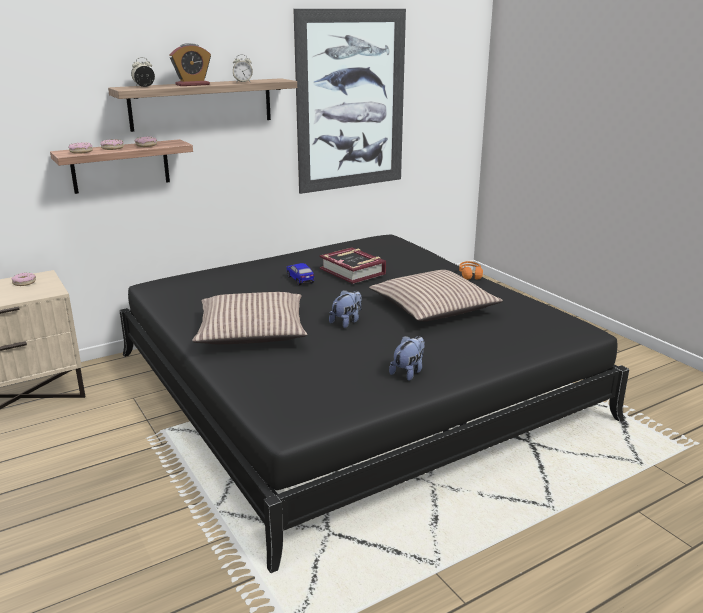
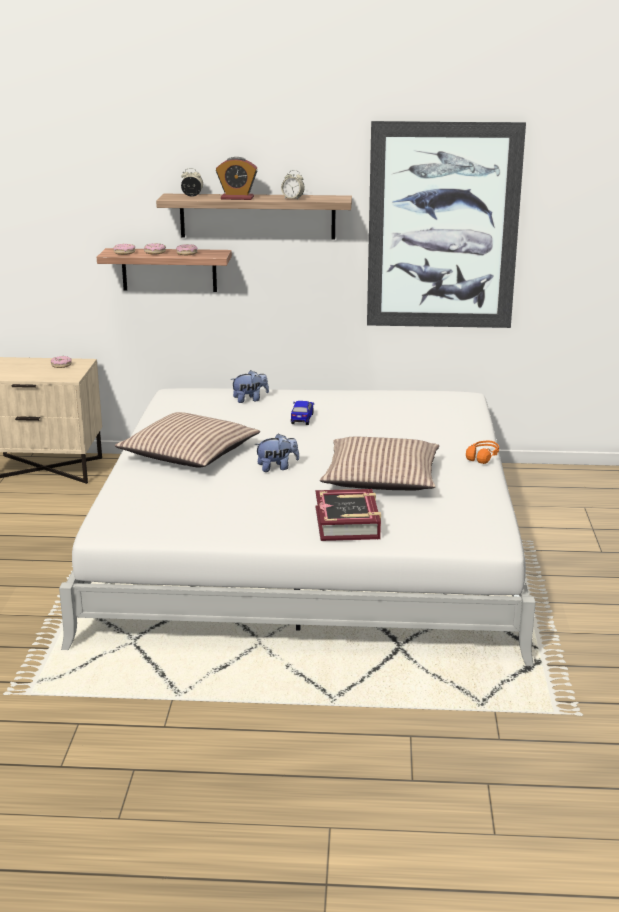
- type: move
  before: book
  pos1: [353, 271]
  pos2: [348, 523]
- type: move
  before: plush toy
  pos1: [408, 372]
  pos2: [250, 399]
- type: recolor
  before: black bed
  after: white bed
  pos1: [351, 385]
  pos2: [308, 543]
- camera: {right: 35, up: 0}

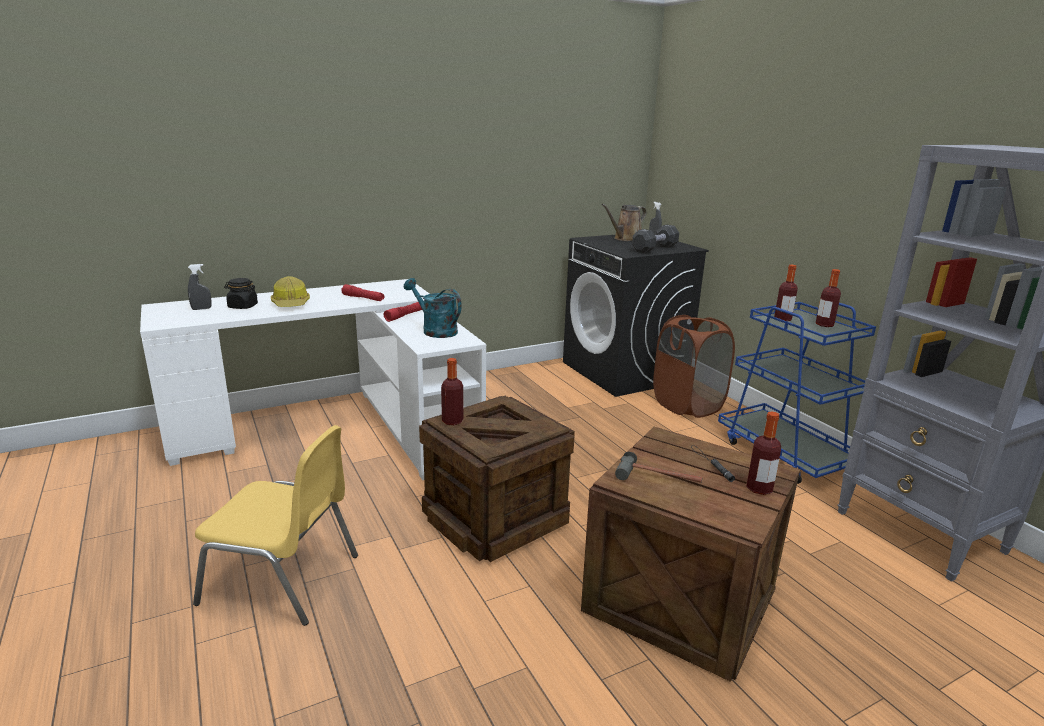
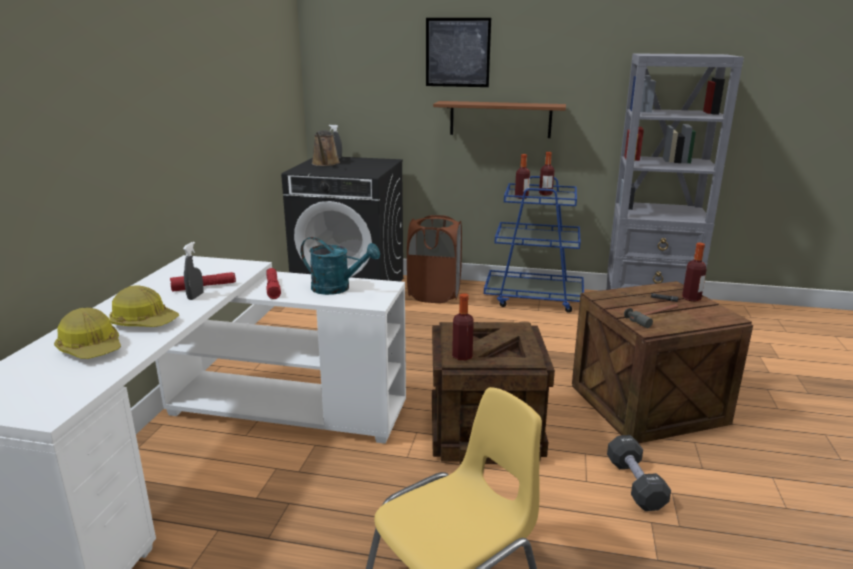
- type: insert
  after: picture
  pos2: [457, 52]
- type: insert
  after: brown shelf
  pos2: [500, 119]
- type: move
  before: grey spray bottle
  pos1: [201, 309]
  pos2: [195, 296]
- type: move
  before: black dumbbell
  pos1: [654, 249]
  pos2: [635, 484]
- type: replace
  before: black jar
  after: hard hat
  pos1: [242, 306]
  pos2: [91, 348]
- type: rotate
  before: turquoise watering can
  pos1: [435, 330]
  pos2: [337, 288]
  turn: -150
- camera: {right: -50, up: 0}

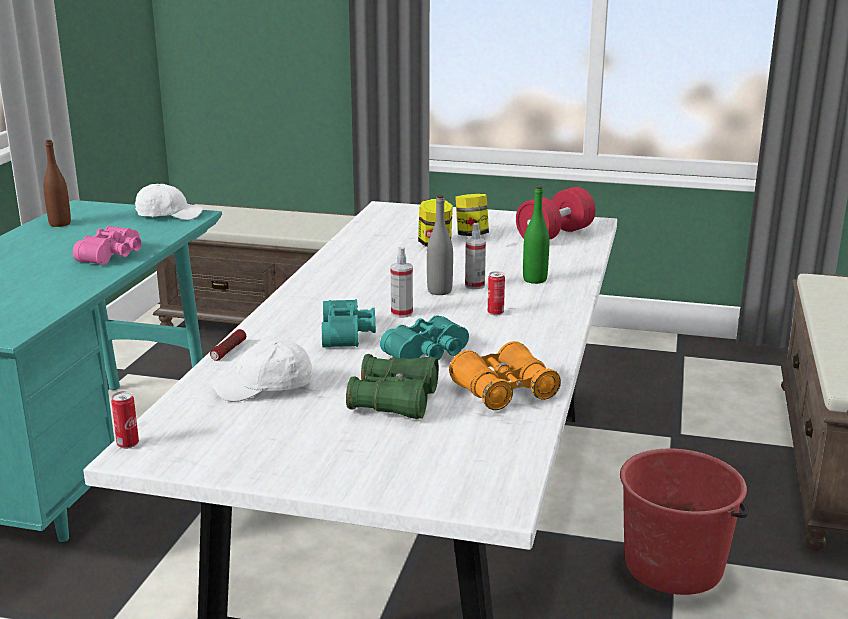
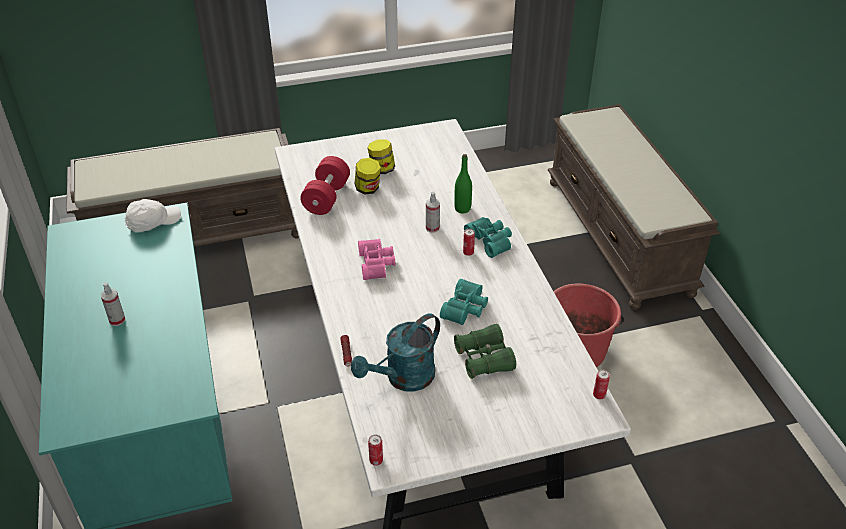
- type: delete
  before: brown bottle
  pos1: [60, 224]
- type: delete
  before: grey bottle
  pos1: [439, 291]
- type: delete
  before: orange binoculars
  pos1: [504, 392]
- type: insert
  after: can
  pos2: [599, 395]
- type: move
  before: pink binoculars
  pos1: [114, 256]
  pos2: [377, 264]
- type: move
  before: turquoise binoculars
  pos1: [349, 334]
  pos2: [491, 241]
- type: move
  before: spray bottle
  pos1: [402, 313]
  pos2: [117, 320]
- type: move
  before: red dumbbell
  pos1: [554, 235]
  pos2: [326, 198]
- type: replace
  before: white cap
  after: turquoise watering can
  pos1: [265, 388]
  pos2: [403, 379]
- camera: {right: -30, up: 20}

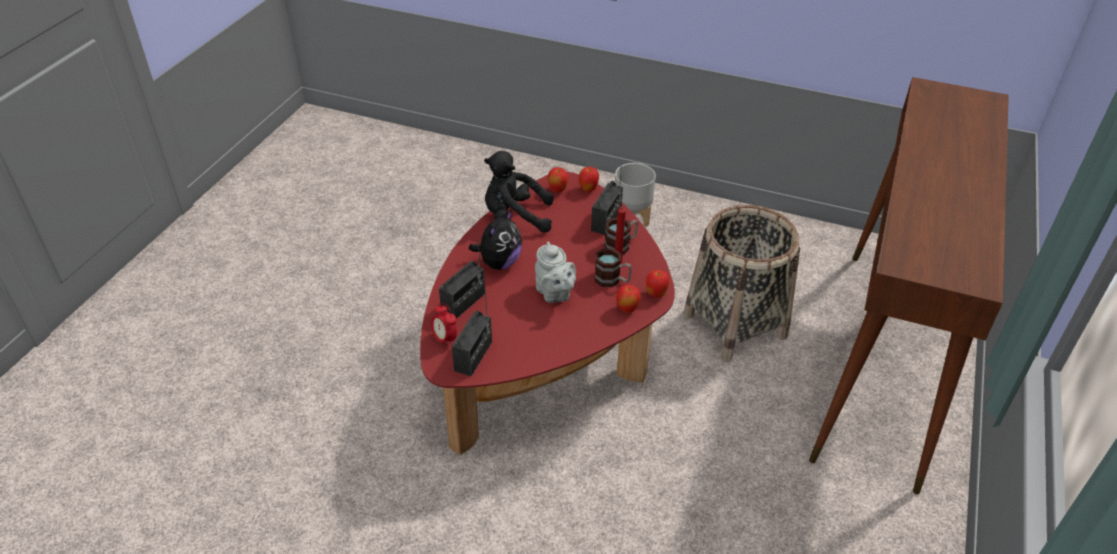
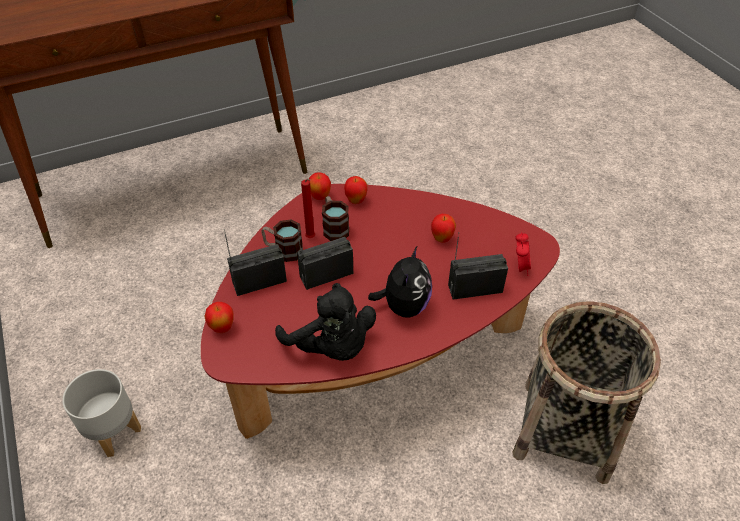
- type: delete
  before: grey teapot
  pos1: [554, 294]
- type: move
  before: radio
  pos1: [473, 356]
  pos2: [326, 275]
- type: move
  before: apple
  pos1: [557, 190]
  pos2: [442, 239]
- type: move
  before: basket
  pos1: [735, 325]
  pos2: [565, 430]
- type: rotate
  before: plush toy
  pos1: [499, 263]
  pos2: [403, 306]
  turn: 120
- camera: {right: -135, up: 5}

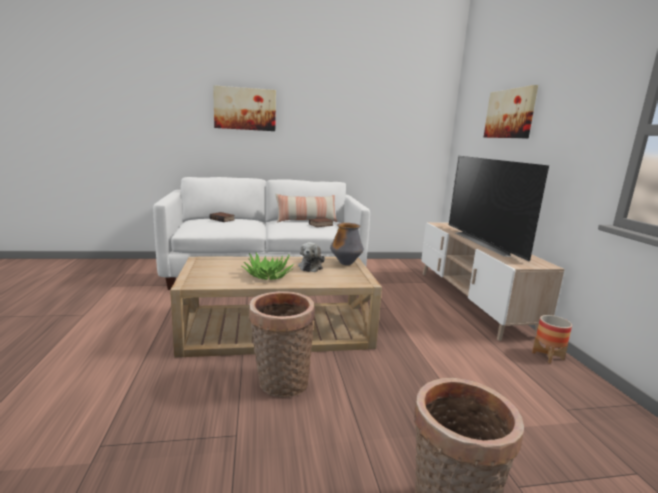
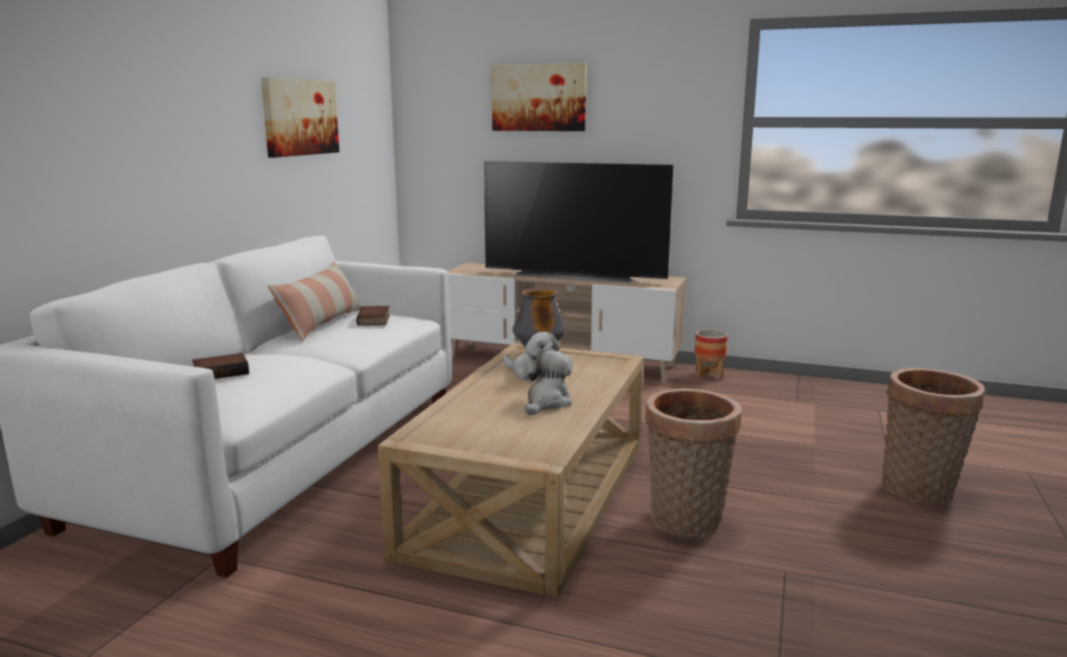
- type: move
  before: picture
  pos1: [245, 109]
  pos2: [300, 117]
- type: replace
  before: potted plant
  after: plush toy
  pos1: [268, 275]
  pos2: [547, 403]
- camera: {right: -60, up: 0}

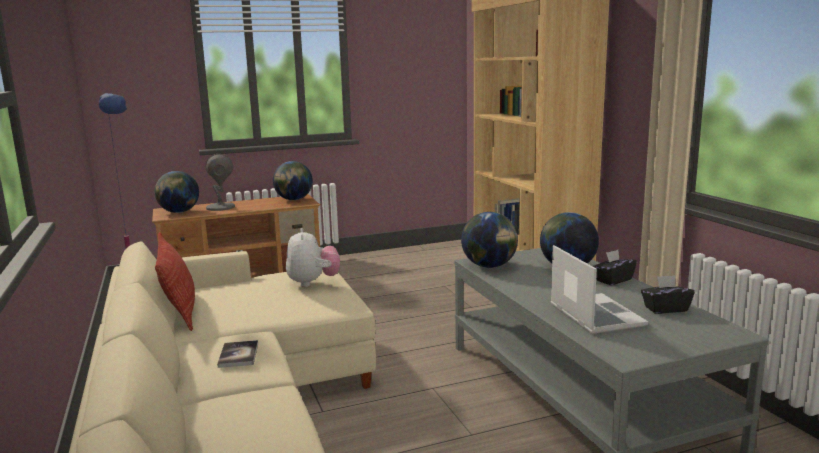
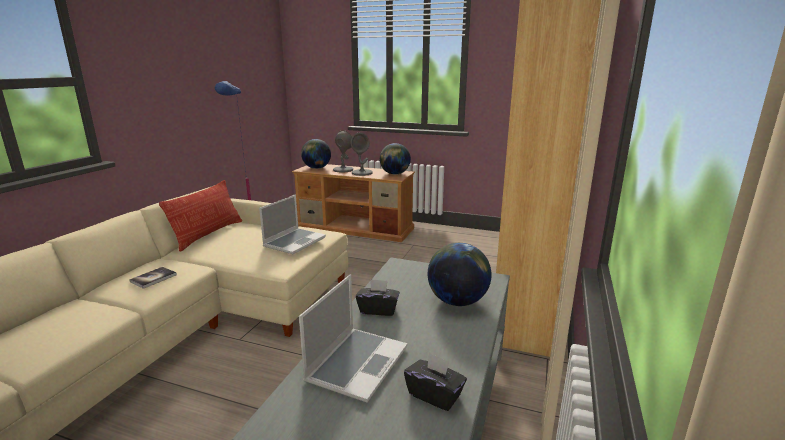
- type: delete
  before: globe
  pos1: [489, 266]
- type: insert
  after: grey table lamp
  pos2: [362, 173]
- type: move
  before: black tissue box
  pos1: [613, 280]
  pos2: [378, 310]
- type: replace
  before: plush toy
  after: laptop
  pos1: [313, 283]
  pos2: [294, 242]
- camera: {right: 40, up: 5}

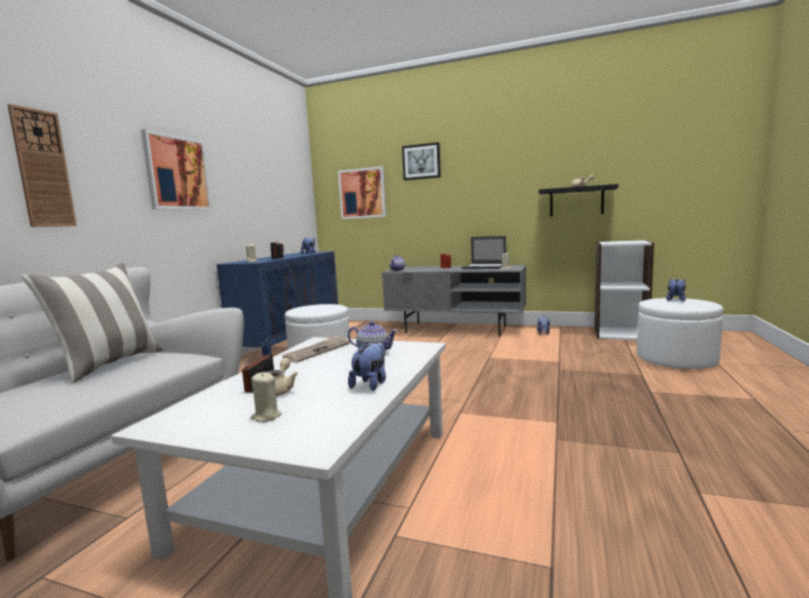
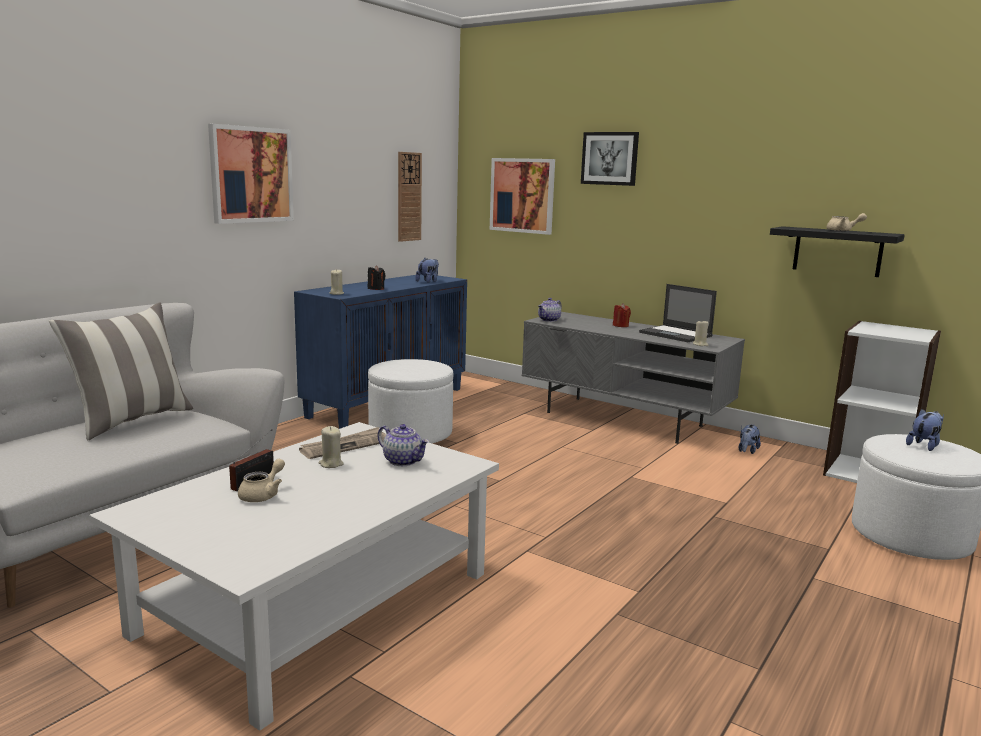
- type: delete
  before: plush toy
  pos1: [371, 384]
- type: move
  before: wall clock
  pos1: [43, 169]
  pos2: [409, 197]
- type: move
  before: beige candle
  pos1: [266, 417]
  pos2: [331, 464]
- camera: {right: 15, up: 5}

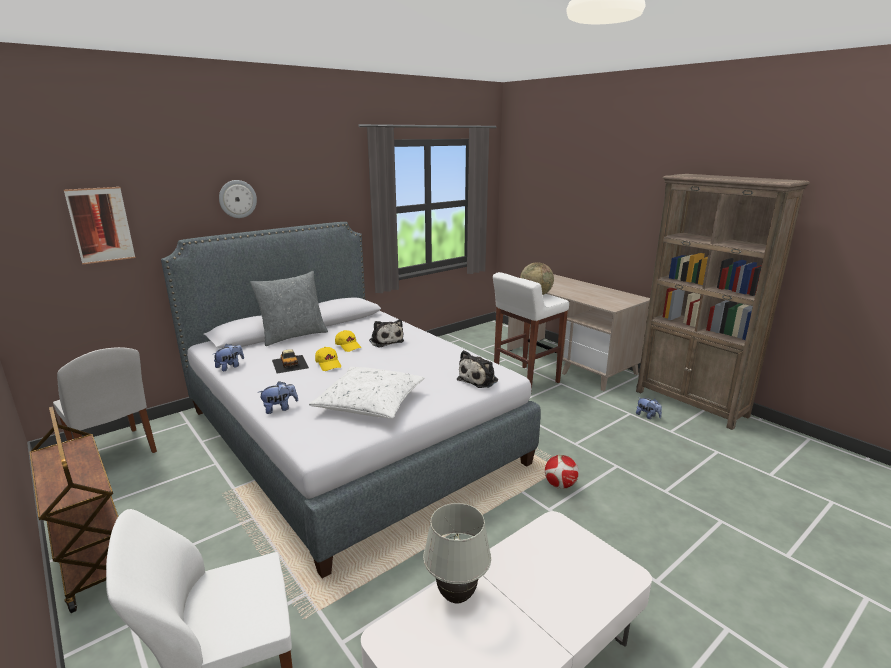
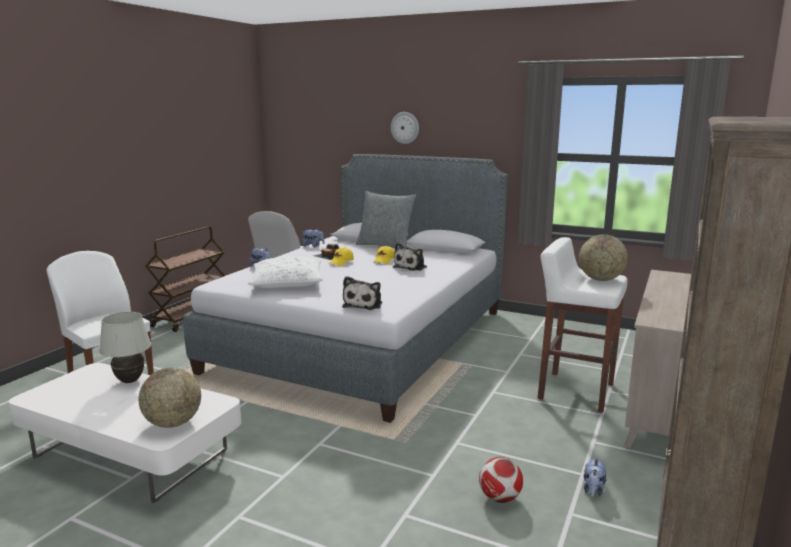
- type: delete
  before: picture
  pos1: [101, 225]
- type: insert
  after: globe
  pos2: [173, 423]
- type: move
  before: football
  pos1: [560, 485]
  pos2: [499, 498]
- type: rotate
  before: plush toy
  pos1: [479, 379]
  pos2: [364, 304]
  turn: -90
- camera: {right: 65, up: -5}

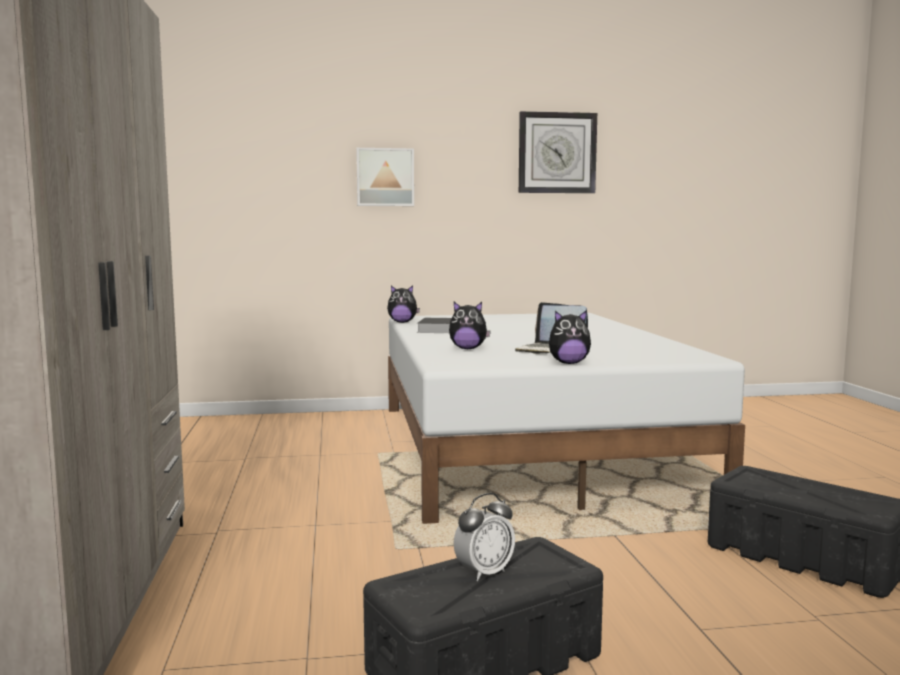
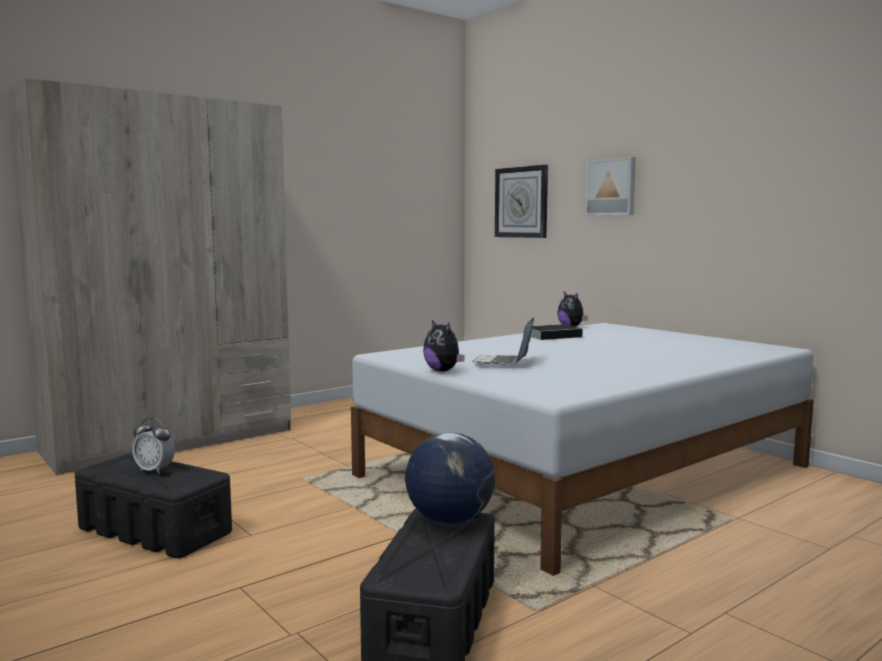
- type: delete
  before: plush toy
  pos1: [468, 349]
- type: insert
  after: globe
  pos2: [450, 520]
- type: move
  before: wall clock
  pos1: [557, 153]
  pos2: [521, 202]
- camera: {right: 60, up: 0}

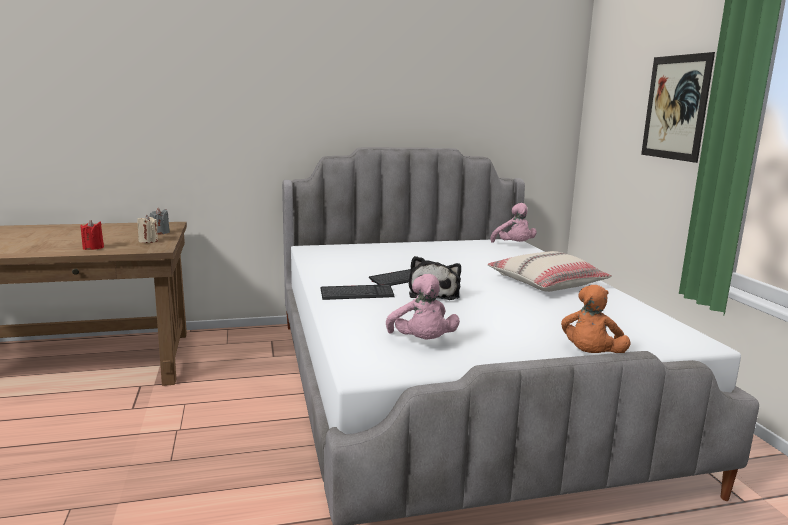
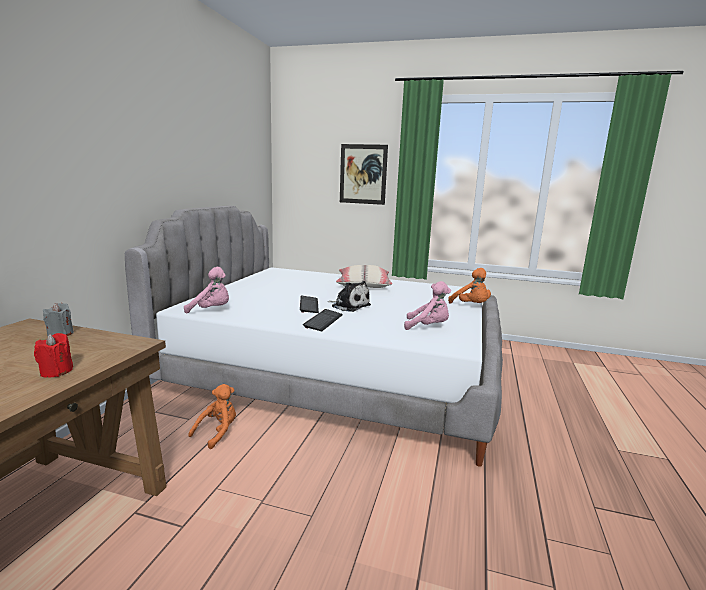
- type: delete
  before: beige candle
  pos1: [148, 241]
- type: insert
  after: orange plush toy
  pos2: [217, 432]
- type: move
  before: pink plush toy
  pos1: [514, 245]
  pos2: [212, 310]
- camera: {right: -60, up: 0}

